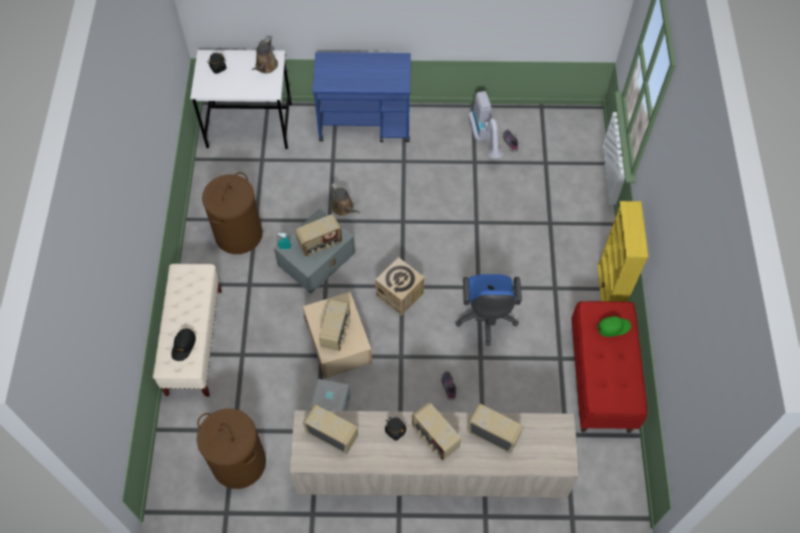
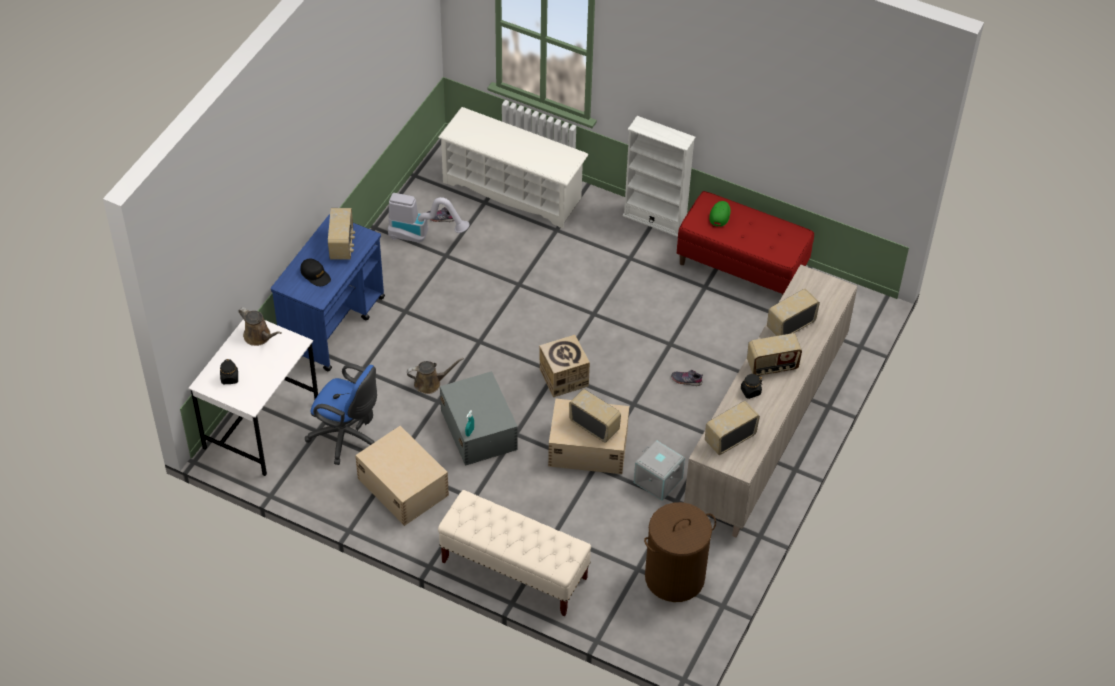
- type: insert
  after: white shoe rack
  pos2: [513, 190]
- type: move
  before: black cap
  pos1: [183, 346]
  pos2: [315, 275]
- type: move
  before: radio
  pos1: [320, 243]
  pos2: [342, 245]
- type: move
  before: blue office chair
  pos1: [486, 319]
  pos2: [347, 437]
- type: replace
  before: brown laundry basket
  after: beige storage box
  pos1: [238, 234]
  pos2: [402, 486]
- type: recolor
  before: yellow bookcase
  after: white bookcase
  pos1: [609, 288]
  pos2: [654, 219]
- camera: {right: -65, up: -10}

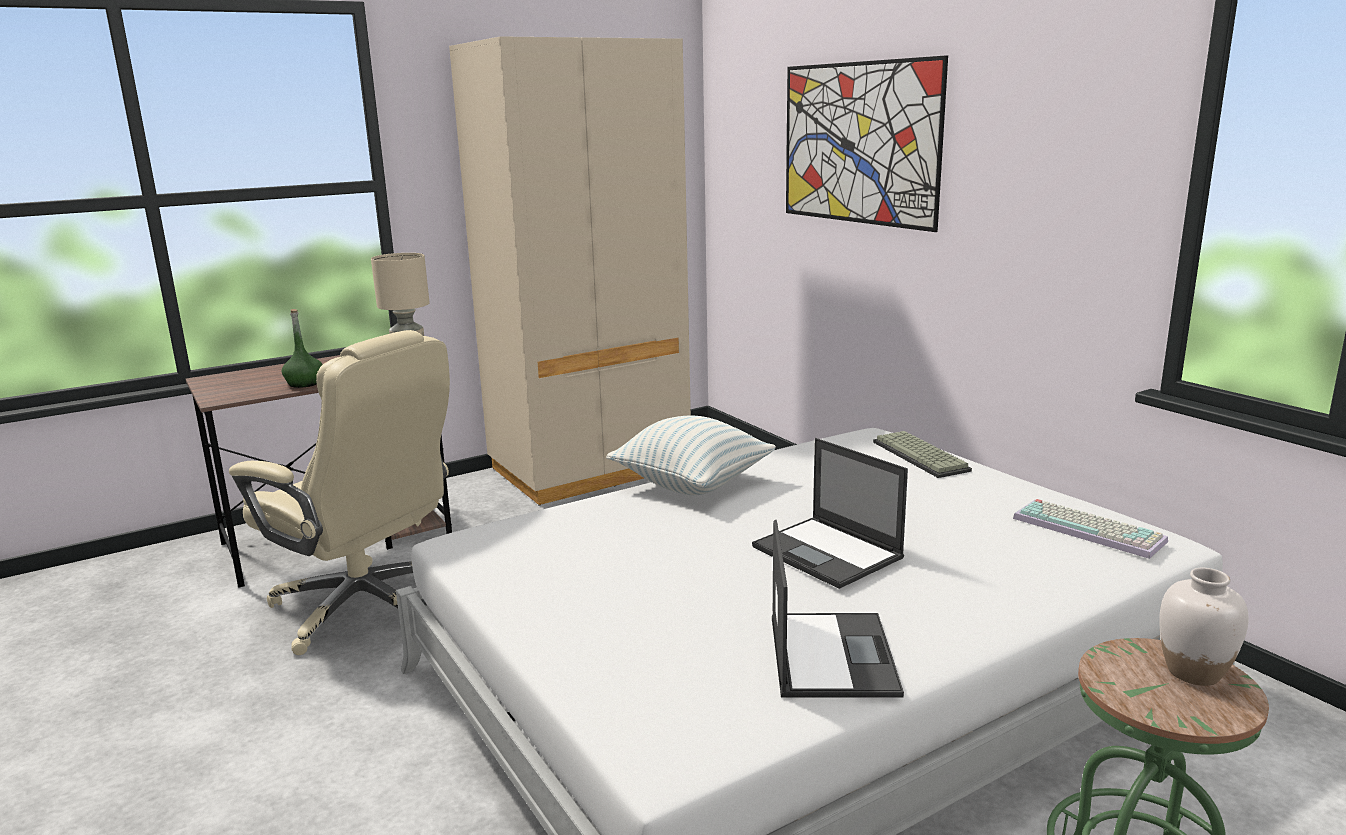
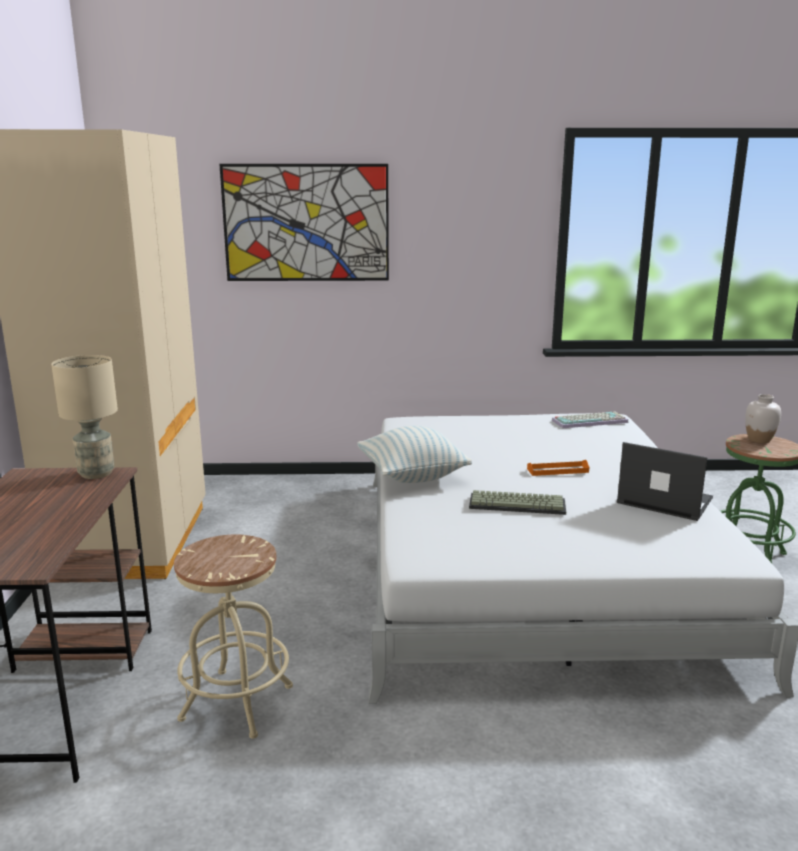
- type: delete
  before: green bottle
  pos1: [305, 383]
- type: move
  before: keyboard
  pos1: [922, 456]
  pos2: [518, 504]
- type: replace
  before: beige office chair
  after: beige stool
  pos1: [367, 607]
  pos2: [237, 702]
- type: replace
  before: laptop
  after: orange tray
  pos1: [828, 553]
  pos2: [557, 470]
- camera: {right: -60, up: 0}

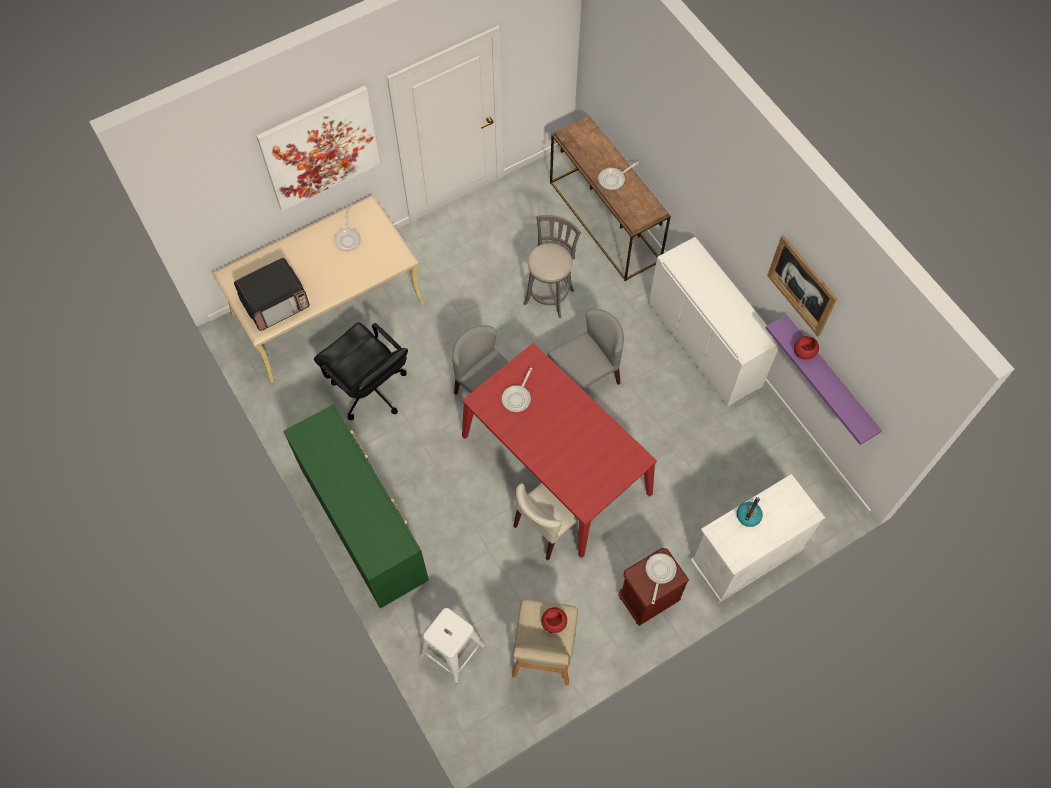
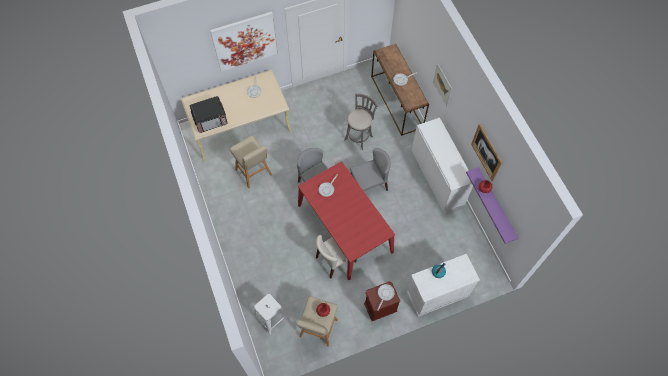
- type: delete
  before: green dresser
  pos1: [364, 524]
- type: insert
  after: picture
  pos2: [442, 85]
- type: replace
  before: black office chair
  after: beige stool
  pos1: [370, 390]
  pos2: [254, 173]
- camera: {right: 10, up: 0}

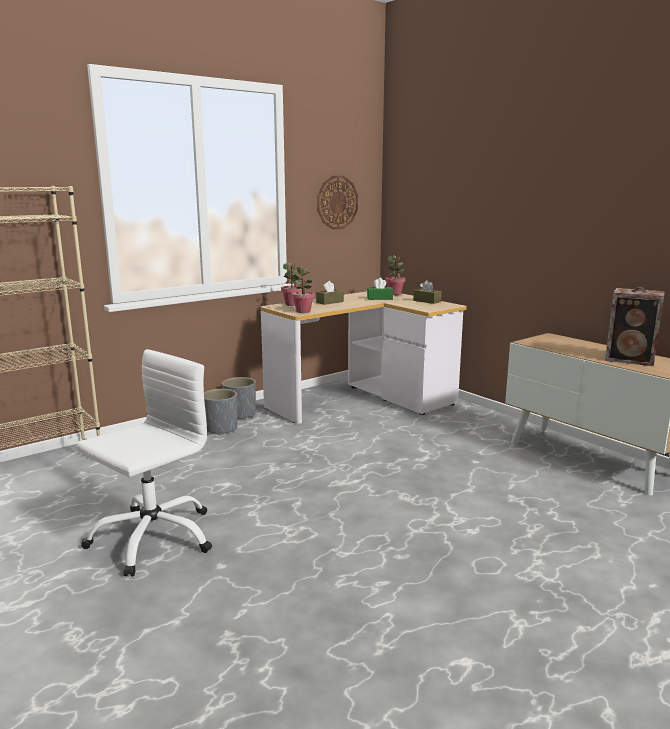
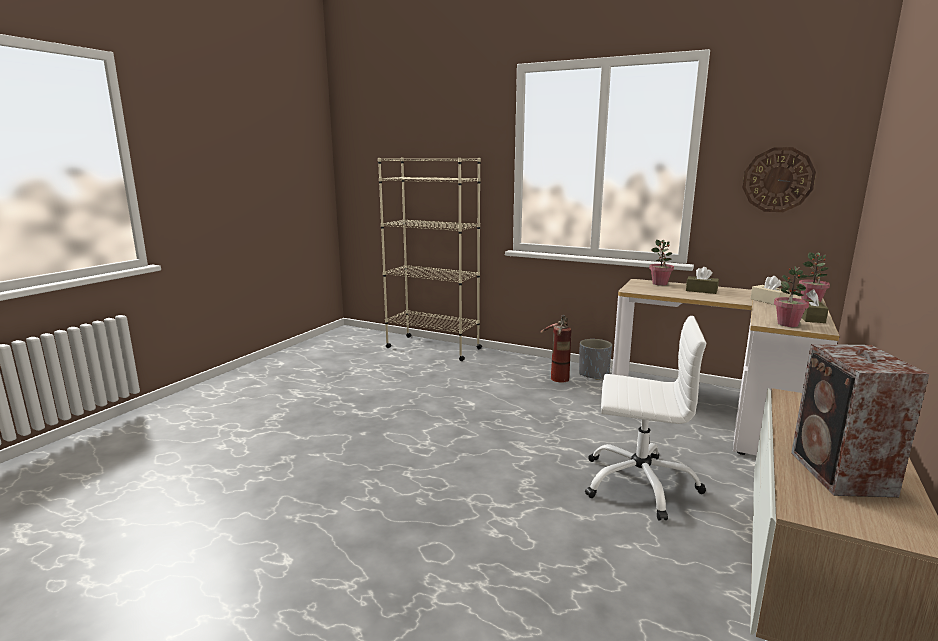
- type: move
  before: white office chair
  pos1: [153, 537]
  pos2: [639, 483]
- type: move
  before: potted plant
  pos1: [303, 311]
  pos2: [787, 324]
- type: replace
  before: grey planter
  after: fire extinguisher
  pos1: [221, 429]
  pos2: [558, 376]
- type: recolor
  before: green tissue box
  after: beige tissue box
  pos1: [379, 298]
  pos2: [769, 301]
- camera: {right: 65, up: 0}

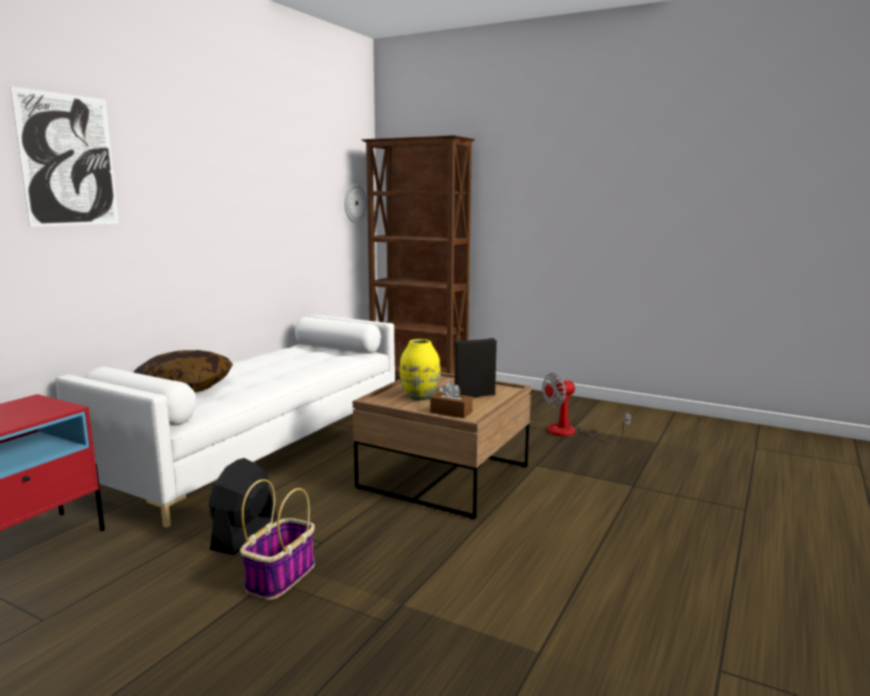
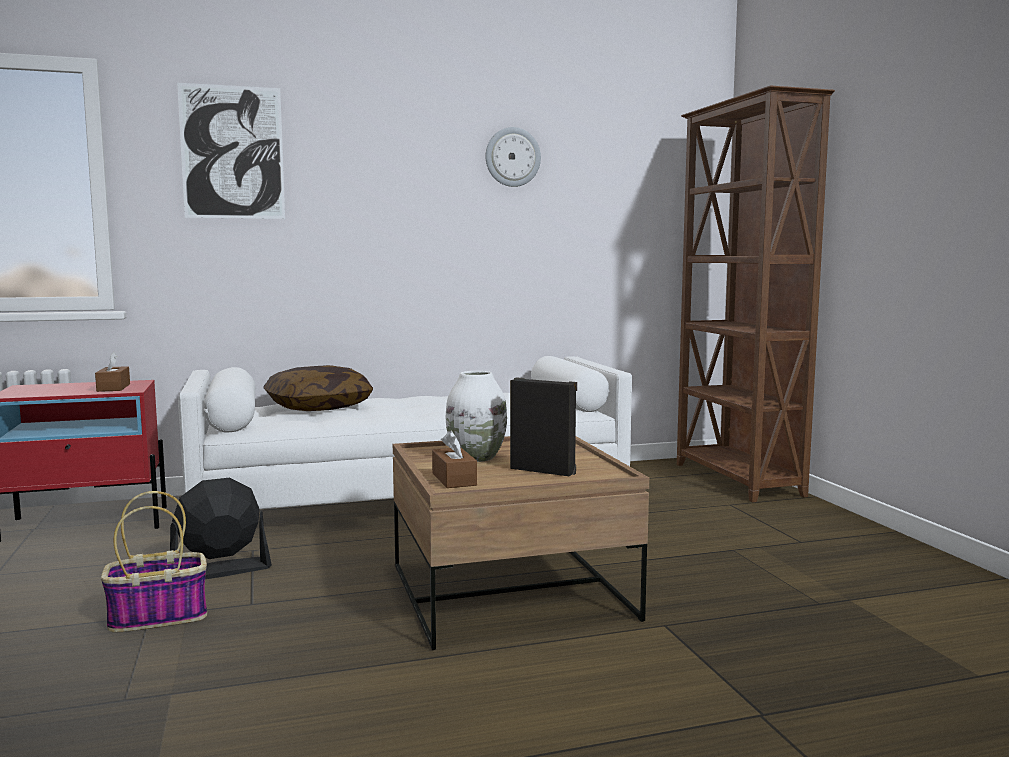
- type: delete
  before: fan
  pos1: [571, 433]
- type: insert
  after: brown tissue box
  pos2: [113, 388]
- type: move
  before: wall clock
  pos1: [354, 203]
  pos2: [512, 157]
- type: recolor
  before: yellow vase
  after: white vase
  pos1: [420, 397]
  pos2: [476, 458]
- camera: {right: 45, up: -5}

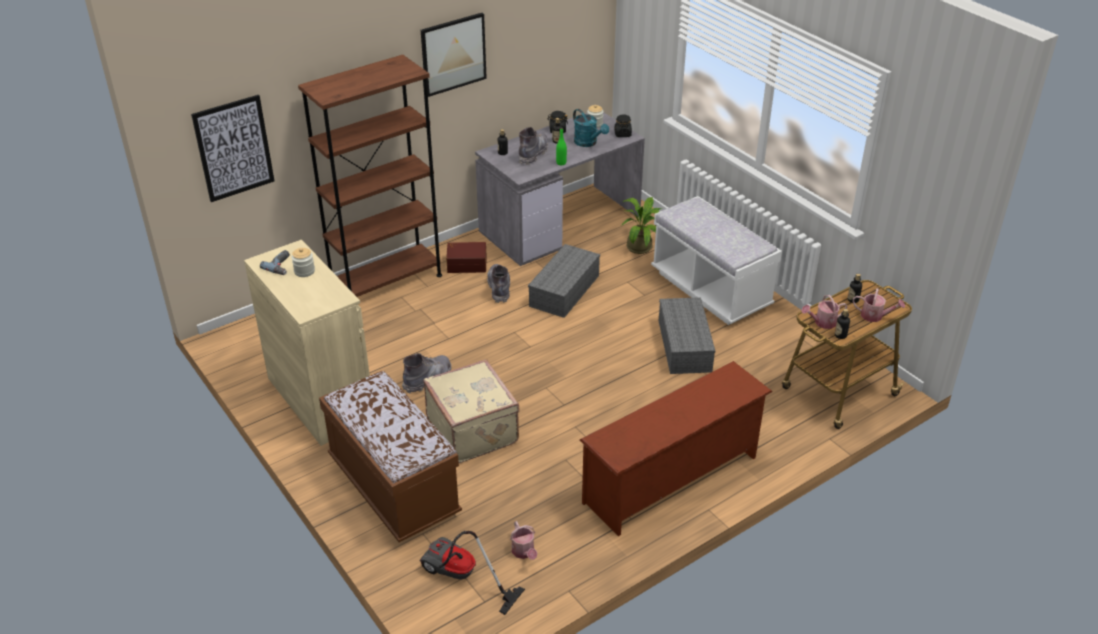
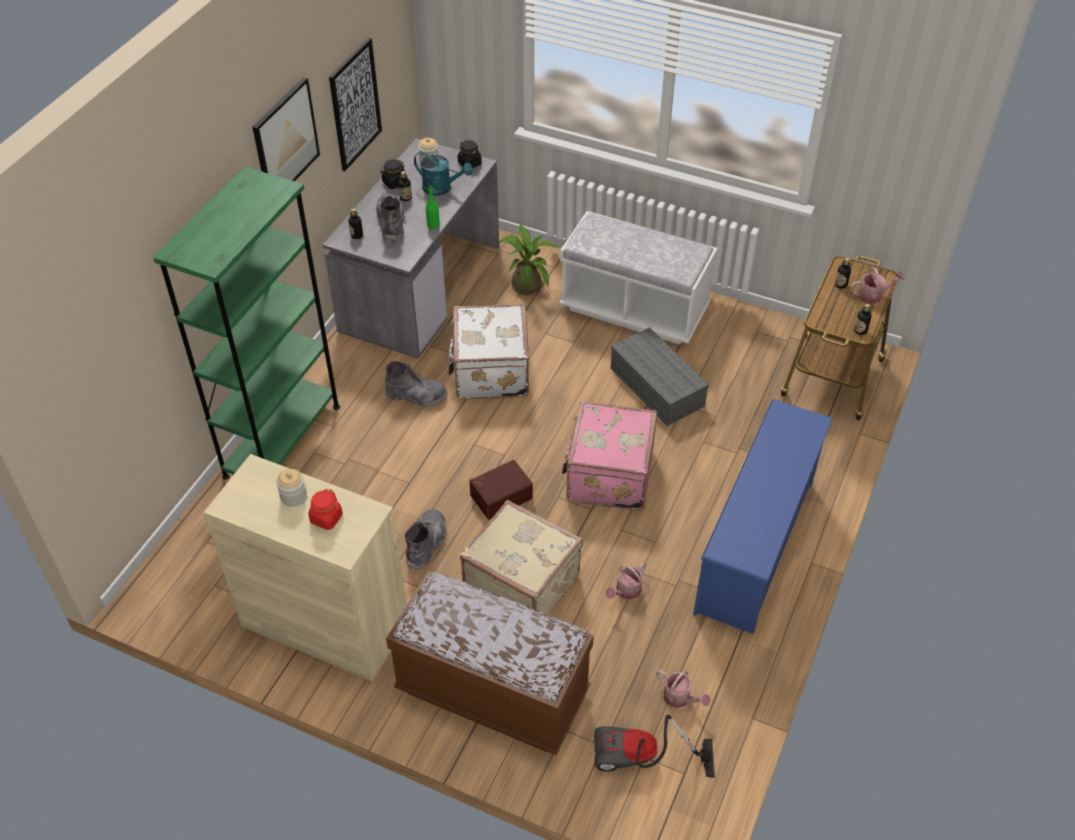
- type: delete
  before: power drill
  pos1: [282, 266]
- type: insert
  after: red jar
  pos2: [326, 518]
- type: insert
  after: pink suitcase
  pos2: [608, 475]
- type: move
  before: picture
  pos1: [233, 148]
  pos2: [355, 104]
- type: move
  before: brown storage box
  pos1: [467, 264]
  pos2: [500, 495]
- type: move
  before: watering can
  pos1: [822, 323]
  pos2: [626, 592]
- type: replace
  before: grey storage box
  after: white suitcase
  pos1: [564, 291]
  pos2: [489, 372]
- type: recolor
  before: brown bookcase
  after: green bookcase
  pos1: [386, 282]
  pos2: [282, 441]
- type: recolor
  before: brown shoe rack
  after: blue shoe rack
  pos1: [672, 481]
  pos2: [757, 547]
- type: rotate
  before: grey boot
  pos1: [499, 288]
  pos2: [416, 396]
  turn: 135
- camera: {right: -30, up: 10}

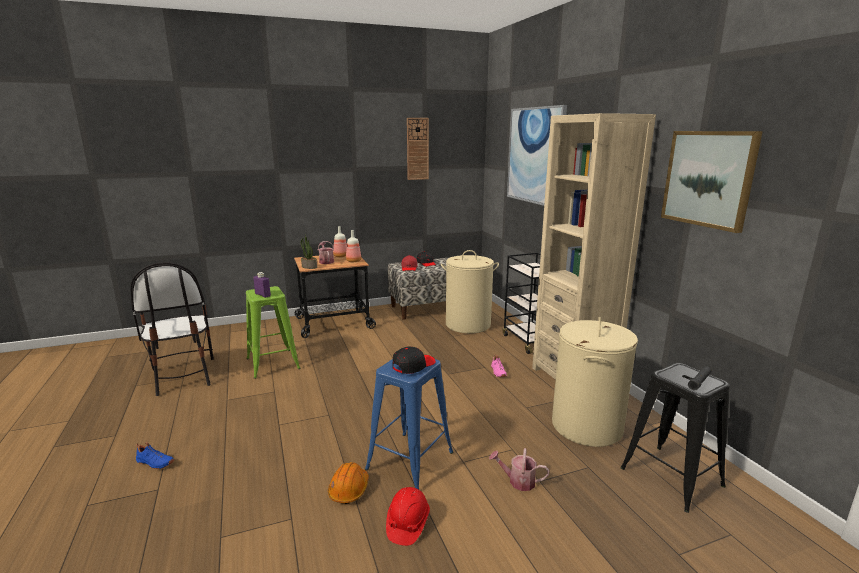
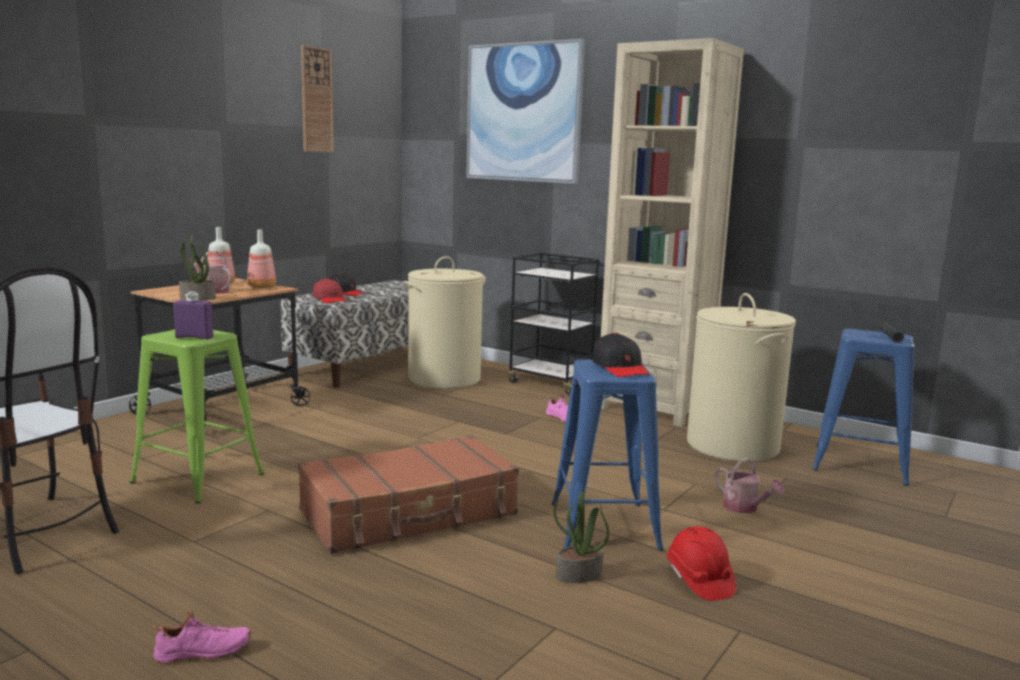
- type: delete
  before: picture
  pos1: [708, 179]
- type: insert
  after: brown suitcase
  pos2: [410, 513]
- type: replace
  before: orange hard hat
  after: potted plant
  pos1: [349, 489]
  pos2: [579, 575]
- type: recolor
  before: blue shoe
  after: pink shoe
  pos1: [154, 463]
  pos2: [203, 653]
- type: recolor
  before: black stool
  after: blue stool
  pos1: [670, 476]
  pos2: [858, 465]
- type: rotate
  before: black cap
  pos1: [413, 365]
  pos2: [620, 368]
  turn: 150
- type: rotate
  before: watering can
  pos1: [518, 481]
  pos2: [744, 508]
  turn: -105
- camera: {right: -35, up: -5}

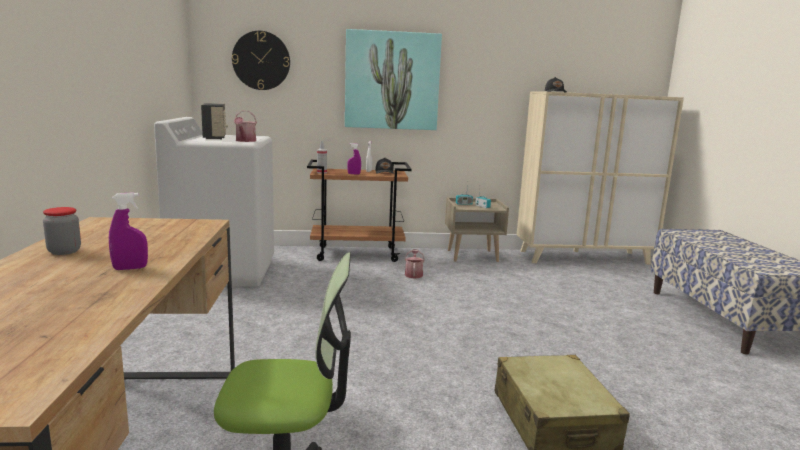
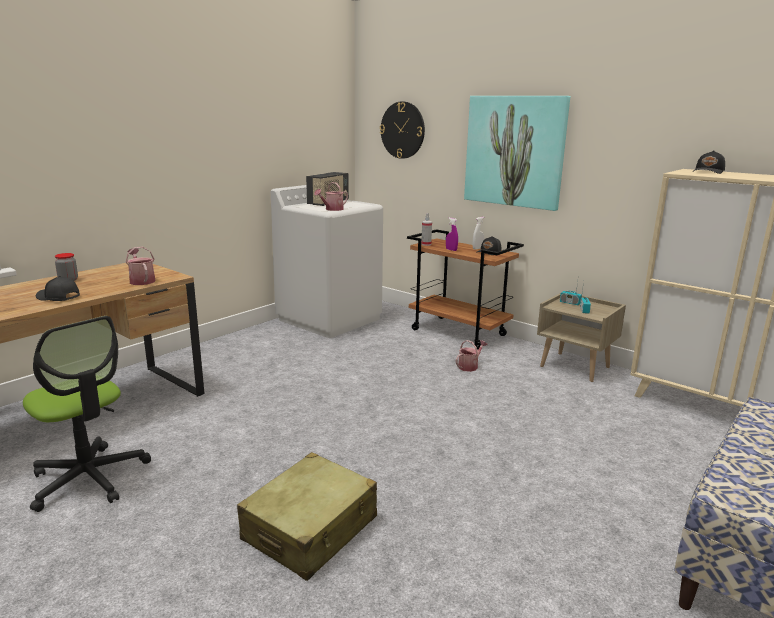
- type: insert
  after: watering can
  pos2: [141, 280]
- type: replace
  before: purple spray bottle
  after: black cap
  pos1: [130, 268]
  pos2: [58, 297]
- camera: {right: 45, up: 5}

